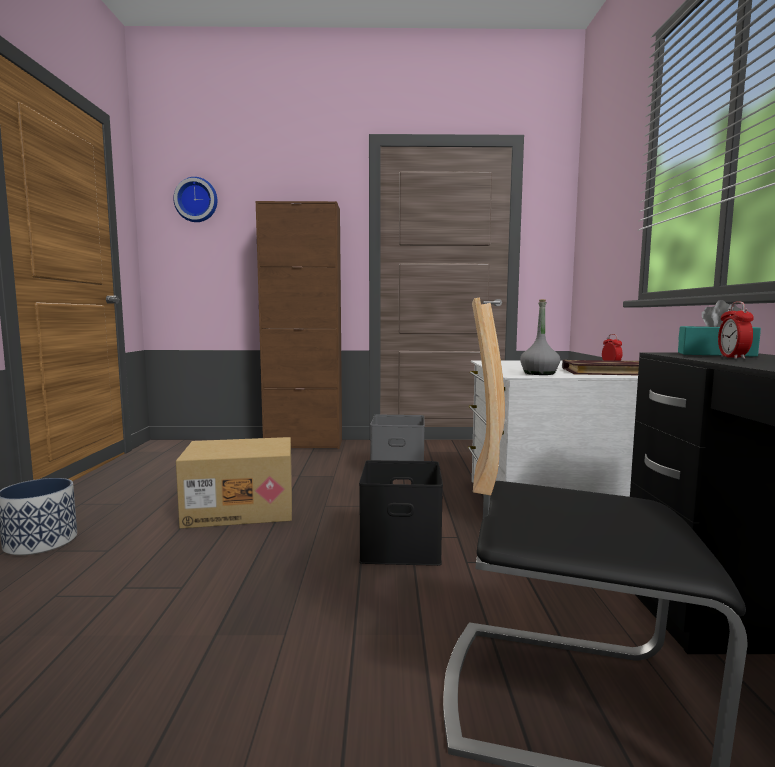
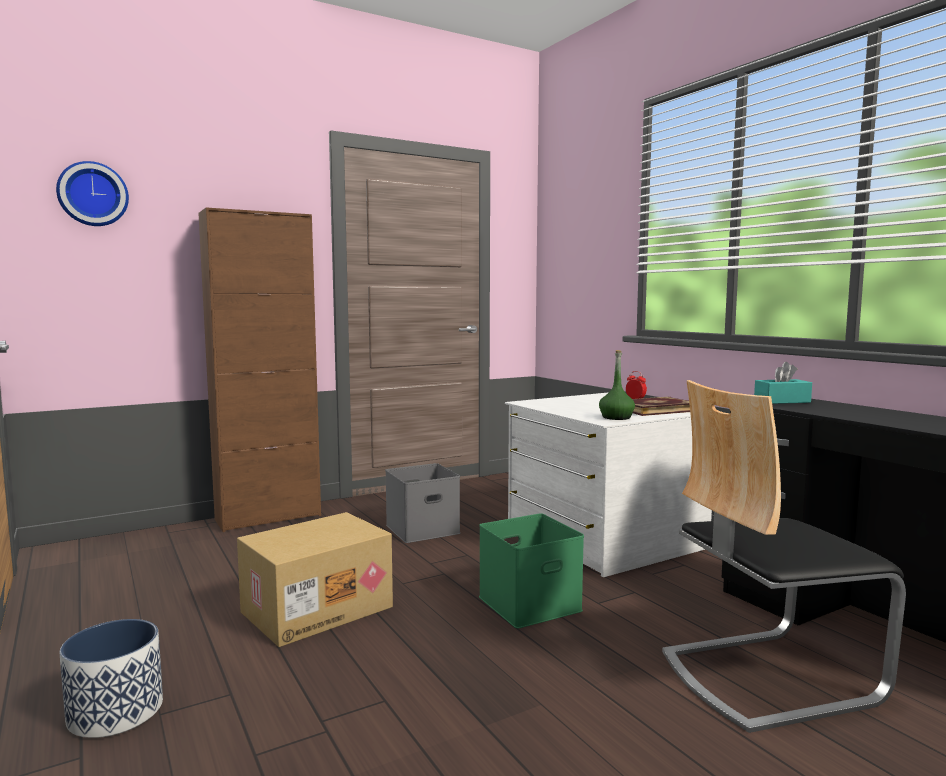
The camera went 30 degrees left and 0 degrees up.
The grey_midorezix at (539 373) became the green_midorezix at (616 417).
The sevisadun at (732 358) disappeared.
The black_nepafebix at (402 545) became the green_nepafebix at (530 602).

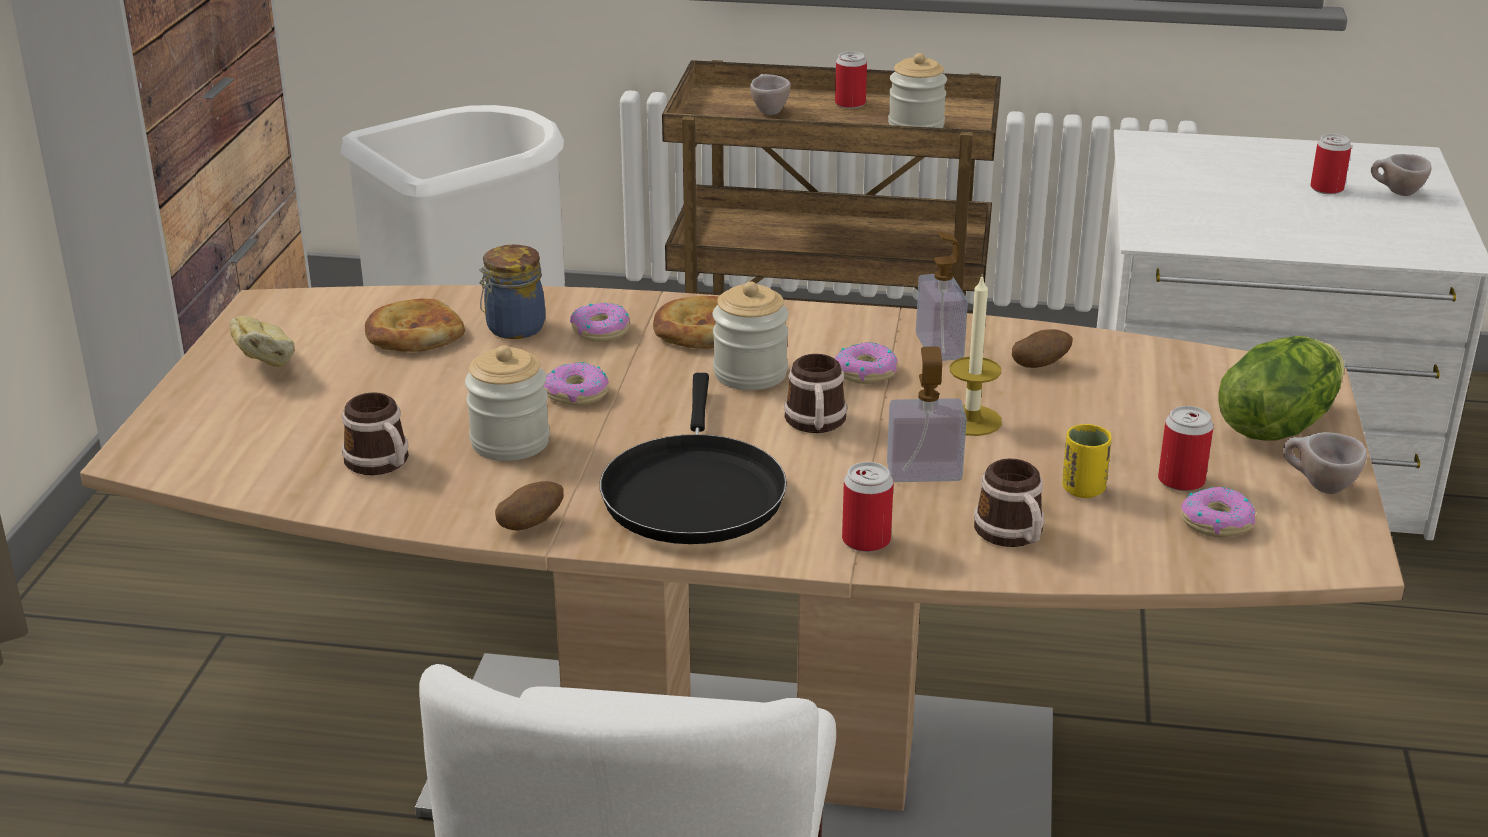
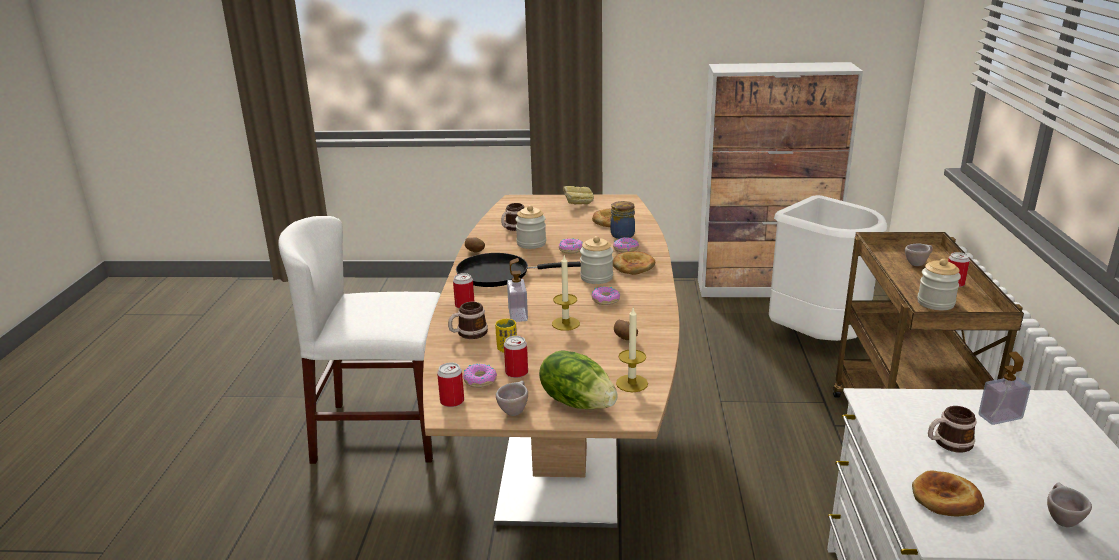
The camera went 85 degrees right and 5 degrees down.
The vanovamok moved from (1326 189) to (452 401).
The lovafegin moved from (939 346) to (1000 417).
The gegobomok moved from (816 424) to (948 443).
The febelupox at (631 383) appeared.
The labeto at (945 498) appeared.

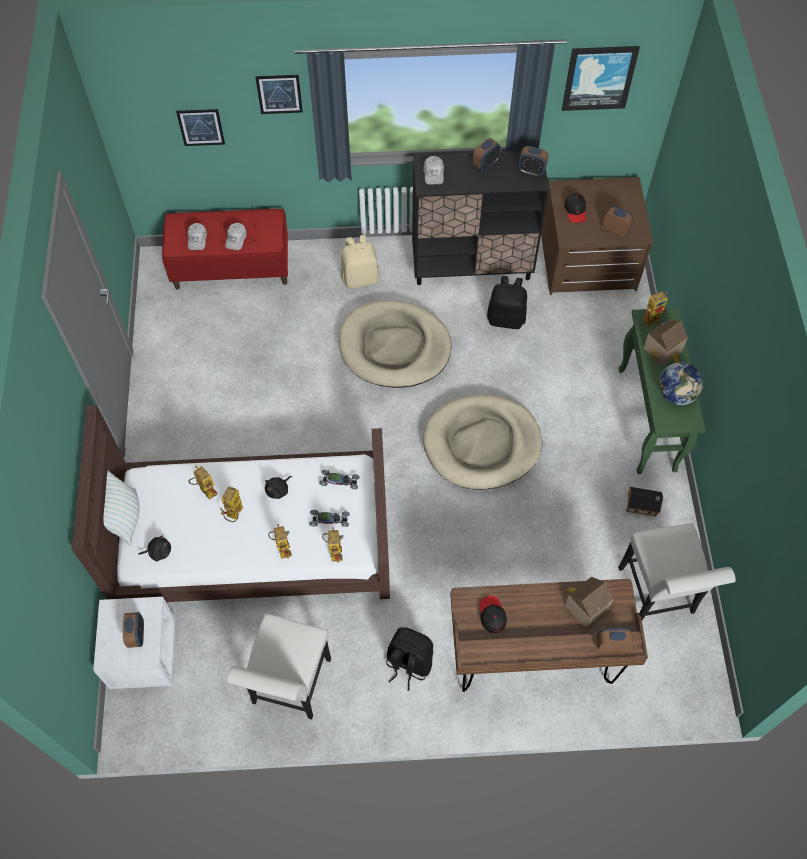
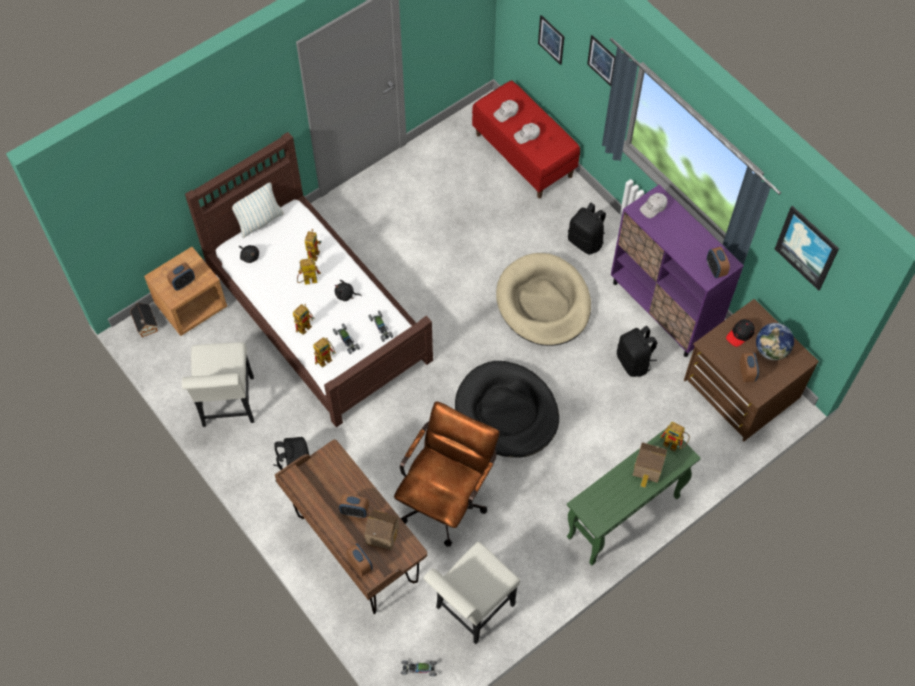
The camera went 55 degrees right and 0 degrees up.
The sevisadun moved from (485 164) to (354 511).
The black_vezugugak at (472 265) became the purple_vezugugak at (663 309).
The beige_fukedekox at (360 278) became the black_fukedekox at (586 241).
The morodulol moved from (676 394) to (771 350).
The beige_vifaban at (482 444) became the black_vifaban at (507 412).
The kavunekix moved from (643 505) to (146 325).
The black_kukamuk at (492 615) disappeared.
The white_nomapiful at (143 654) became the brown_nomapiful at (191 306).
The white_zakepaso at (289 687) turned 75 degrees counterclockwise.
The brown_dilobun at (447 497) appeared.
The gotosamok at (419 669) appeared.

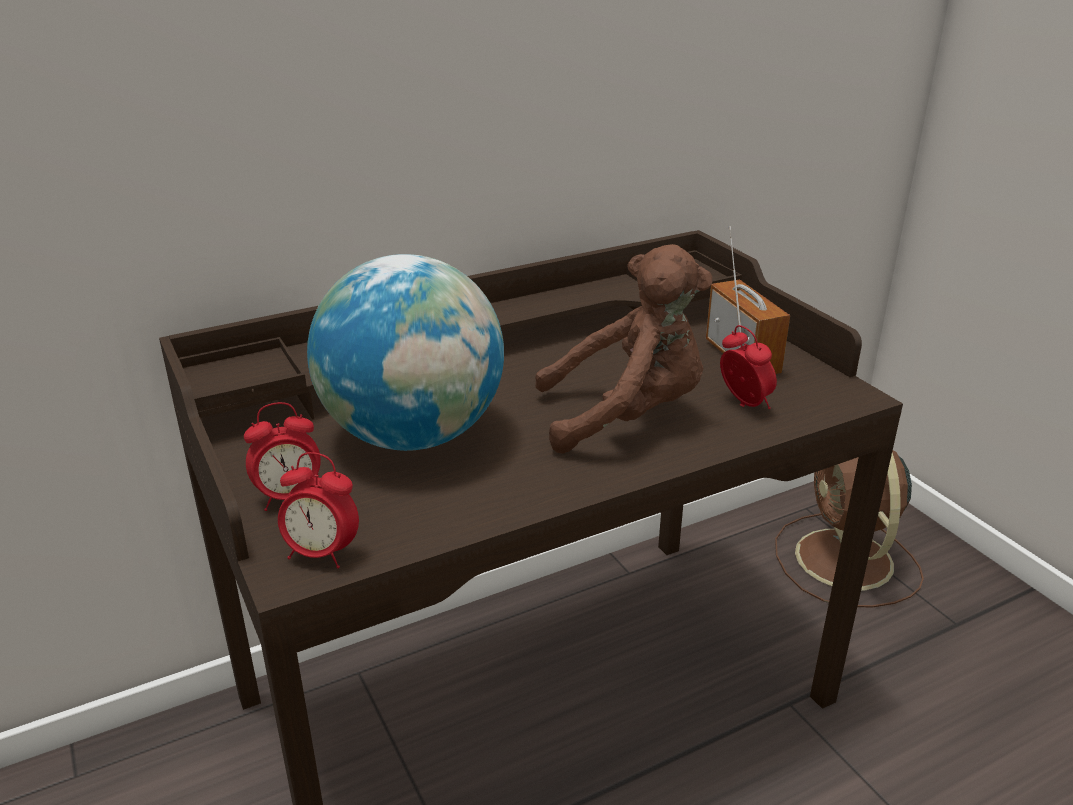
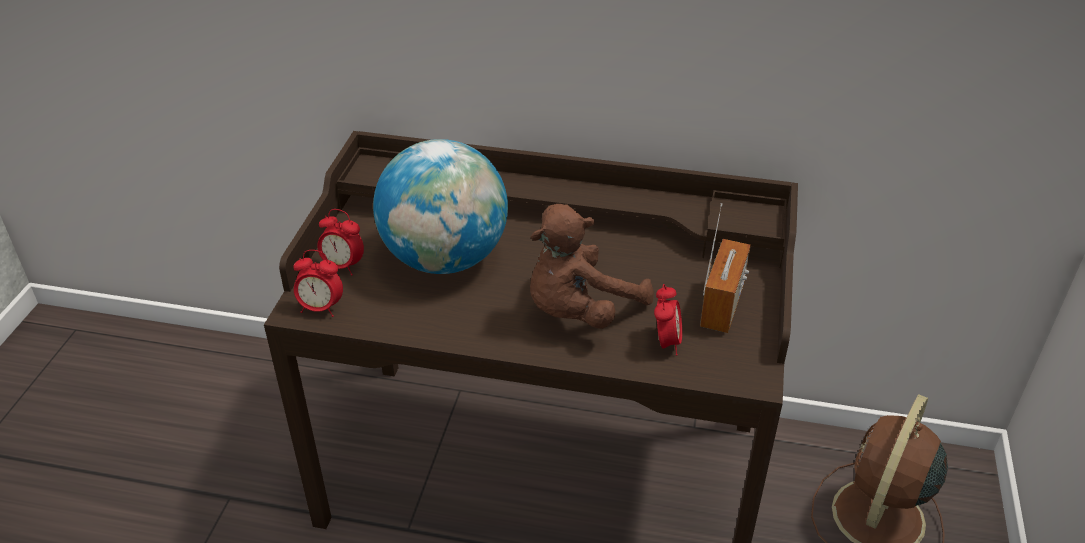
The camera went 40 degrees right and 10 degrees up.
The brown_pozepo at (627 416) turned 105 degrees clockwise.
The sevisadun at (322 554) turned 45 degrees counterclockwise.

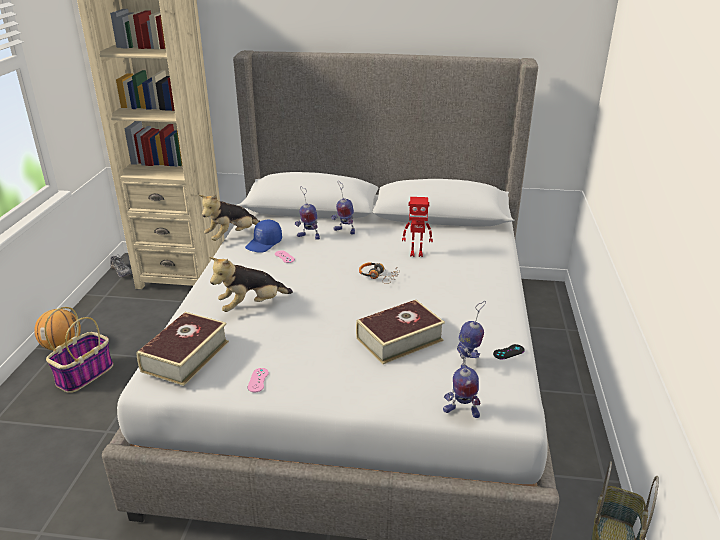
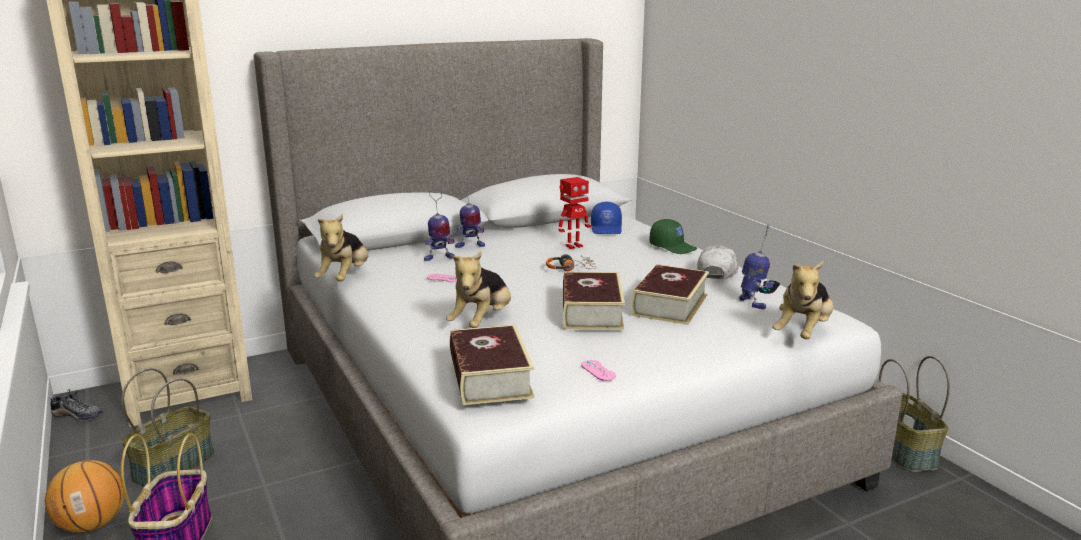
The camera went 35 degrees left and 10 degrees down.
The blue_kukamuk moved from (264 244) to (607 229).
The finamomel at (461 411) was replaced by the pozepo at (803 333).
The green_kukamuk at (673 247) appeared.
The white_kukamuk at (717 272) appeared.
The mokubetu at (591 311) appeared.
The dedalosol at (174 466) appeared.

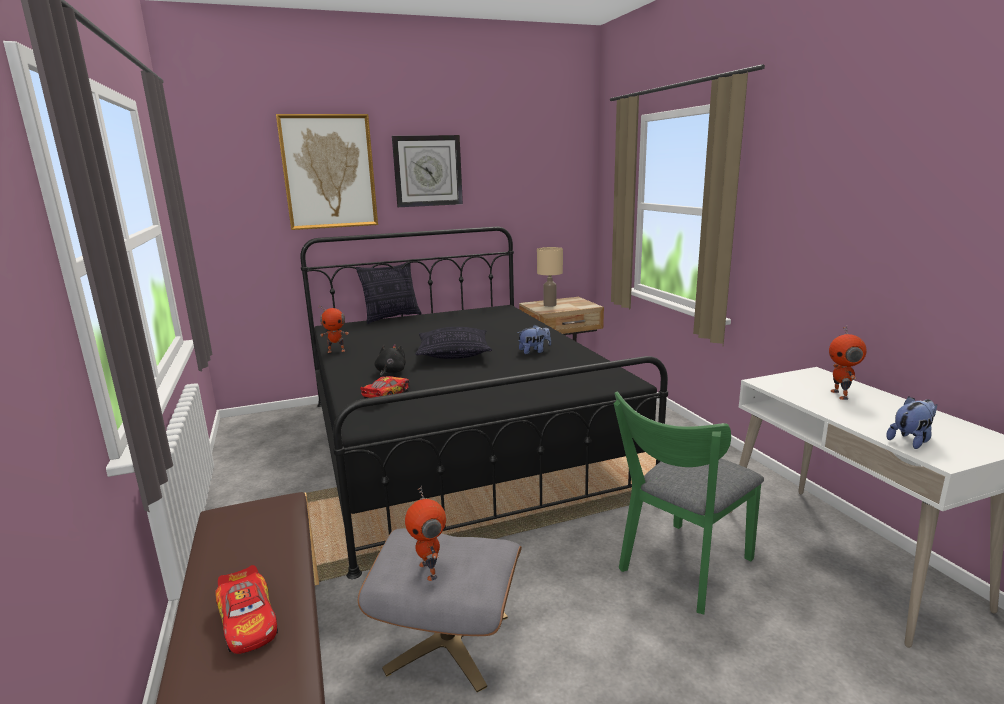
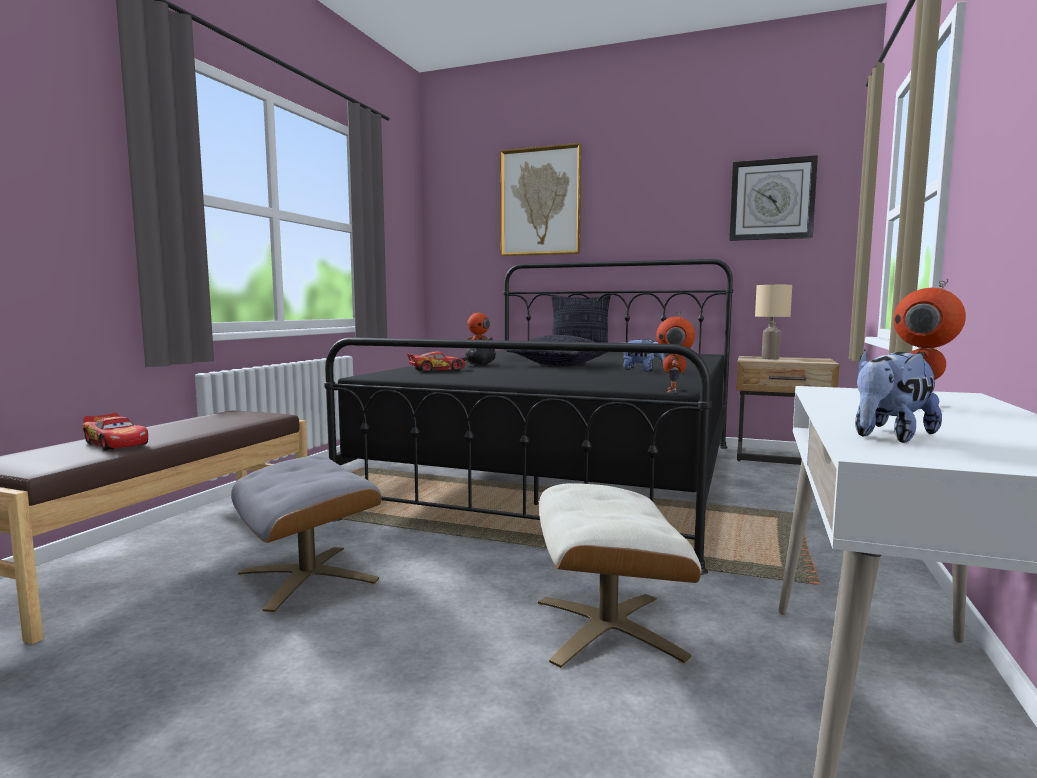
The camera went 40 degrees right and 10 degrees down.
The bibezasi moved from (427 171) to (772 199).
The green_zakepaso at (681 569) was replaced by the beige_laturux at (606 628).
The pozepo at (911 440) turned 135 degrees clockwise.
The finamomel moved from (430 570) to (674 390).
The gotosamok at (249 621) turned 60 degrees counterclockwise.

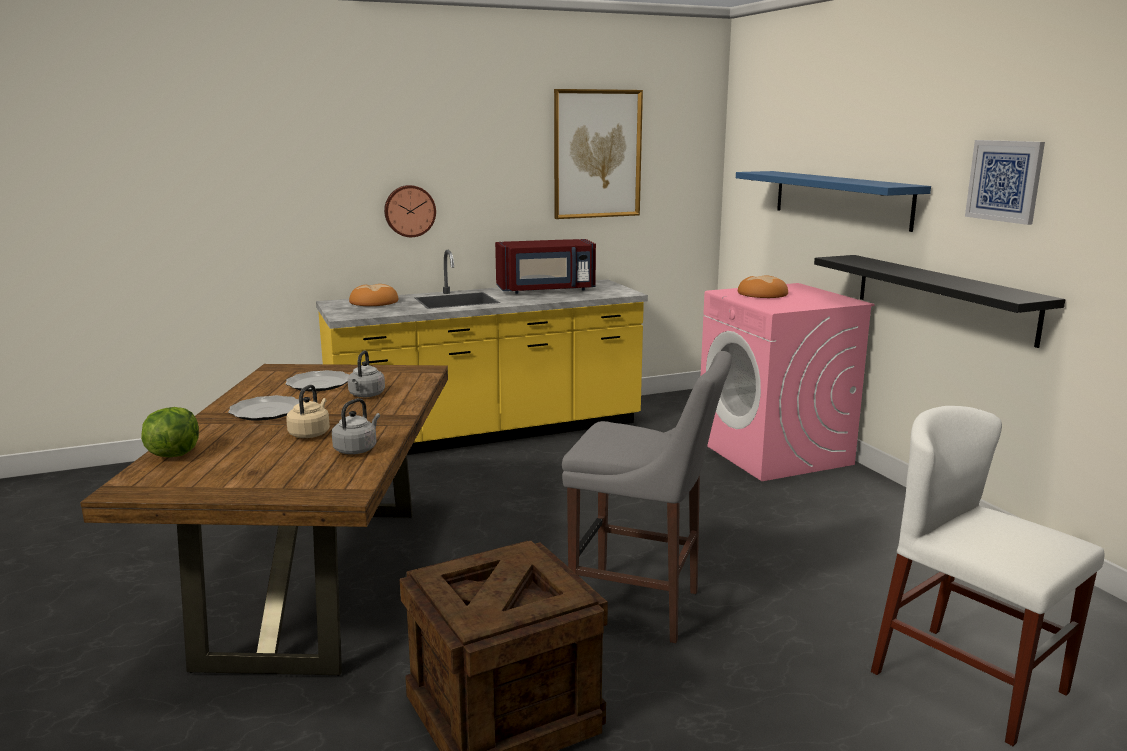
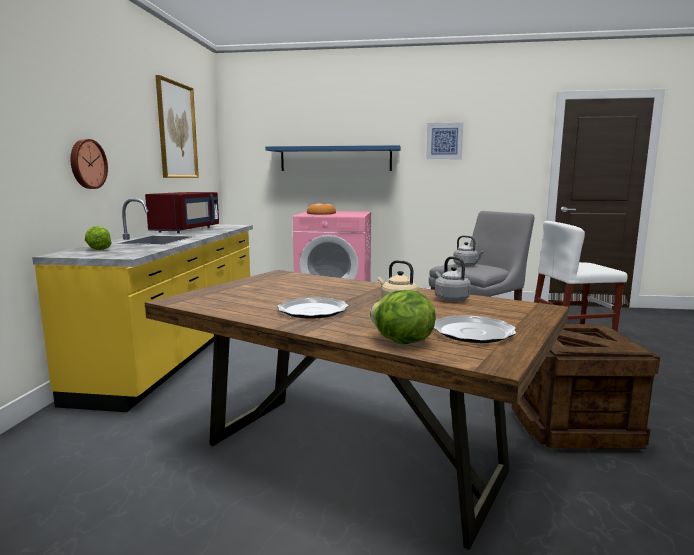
The camera went 60 degrees left and 5 degrees down.
The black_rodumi at (942 297) disappeared.
The labeto at (373 302) was replaced by the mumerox at (98 249).
The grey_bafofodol moved from (366 395) to (466 265).
The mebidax moved from (319 384) to (473 332).

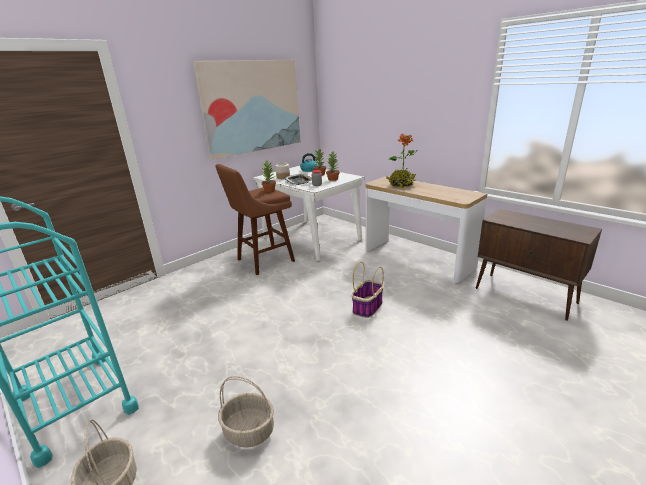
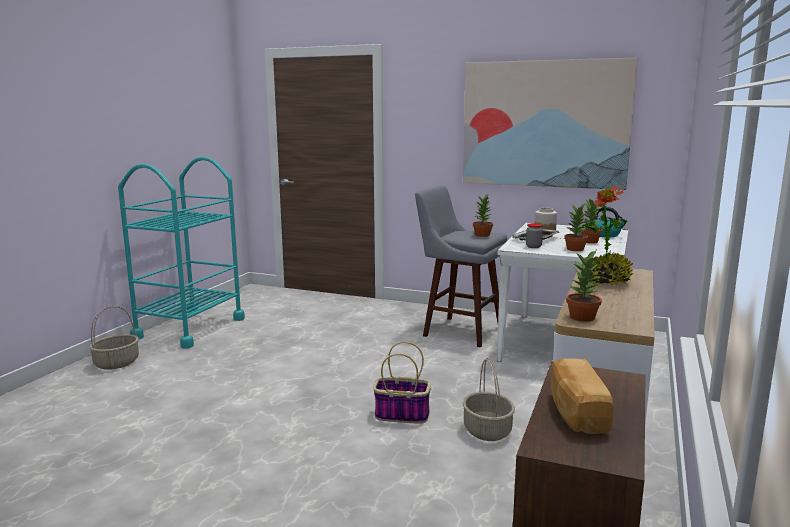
The camera went 65 degrees right and 10 degrees down.
The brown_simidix at (263 261) became the grey_simidix at (459 331).
The dedalosol moved from (250 431) to (488 431).
The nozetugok at (583 317) appeared.
The labeto at (576 413) appeared.

